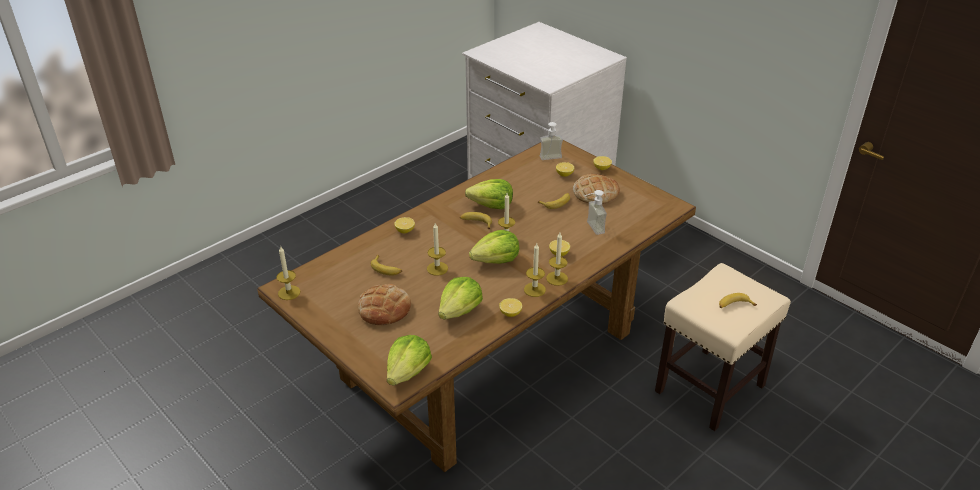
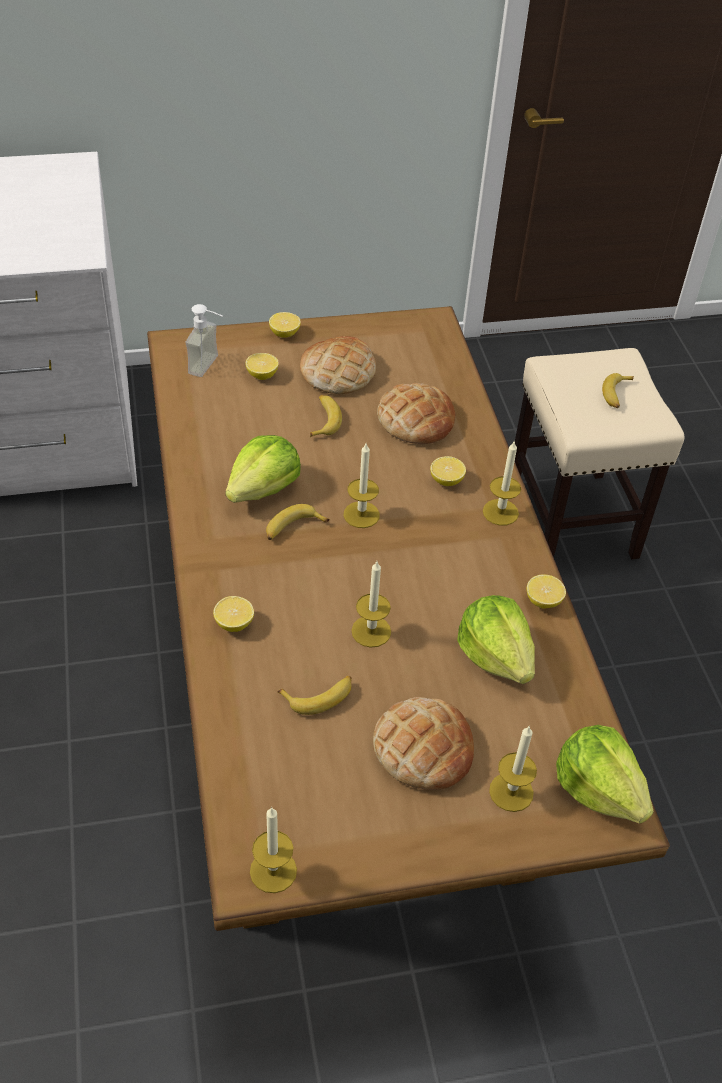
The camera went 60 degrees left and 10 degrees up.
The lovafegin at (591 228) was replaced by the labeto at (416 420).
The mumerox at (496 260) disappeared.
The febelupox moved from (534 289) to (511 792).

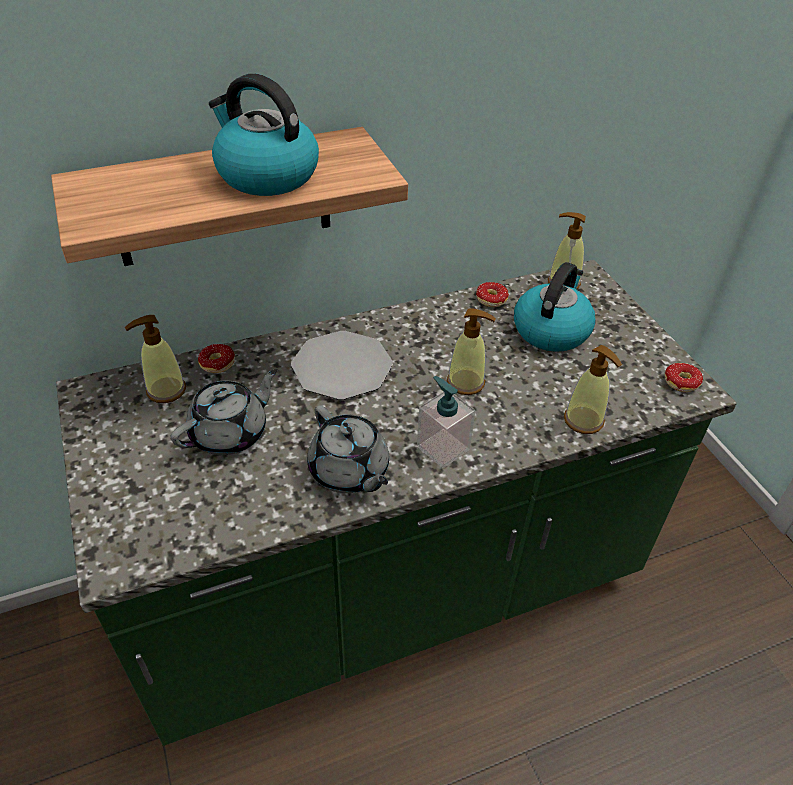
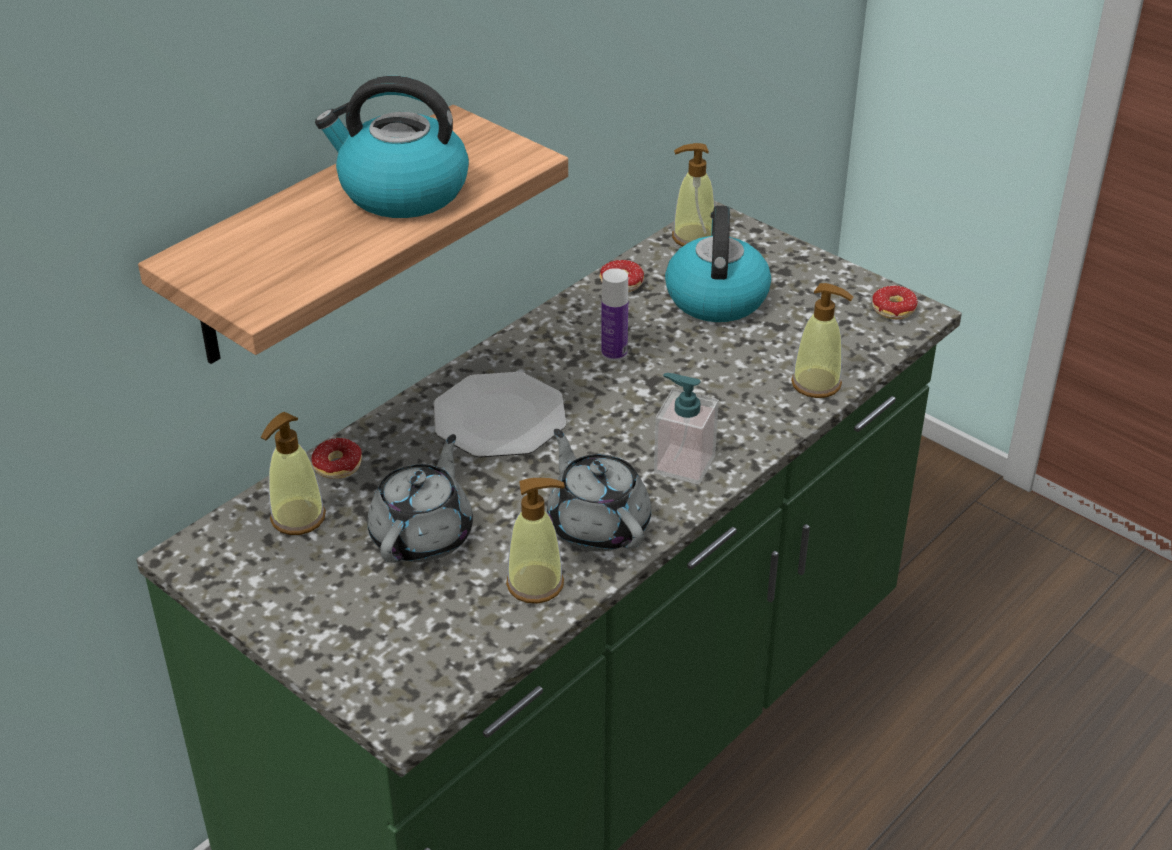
The camera went 25 degrees left and 5 degrees down.
The lovafegin moved from (466 382) to (536 584).
The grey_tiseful at (349 471) turned 150 degrees counterclockwise.
The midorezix at (614 353) appeared.

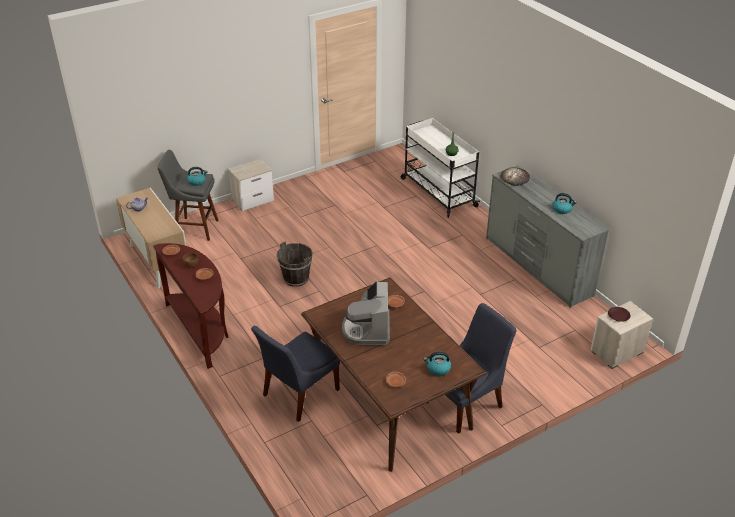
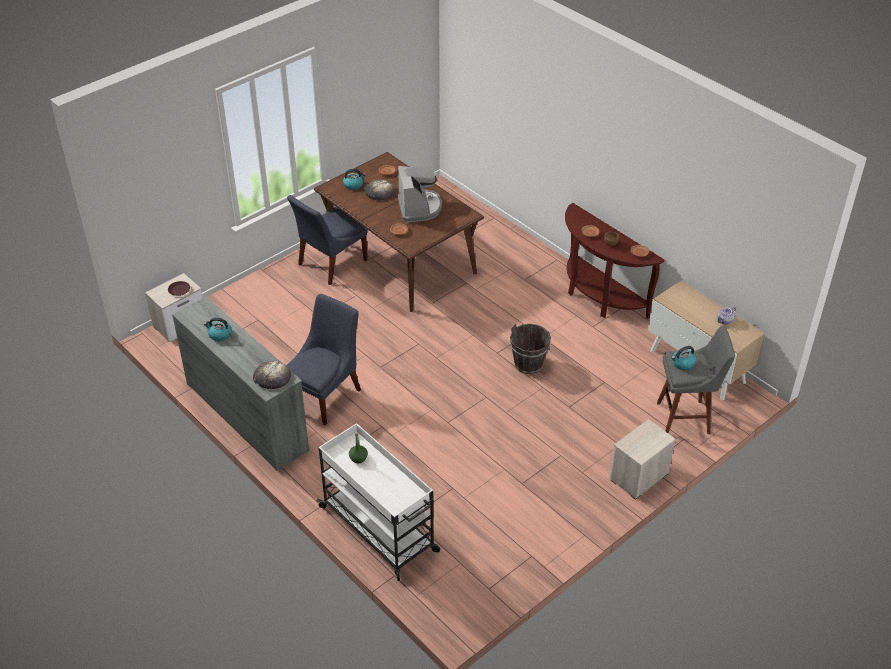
The camera went 170 degrees right and 5 degrees up.
The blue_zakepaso moved from (298 394) to (325 395).
The labeto at (379 192) appeared.

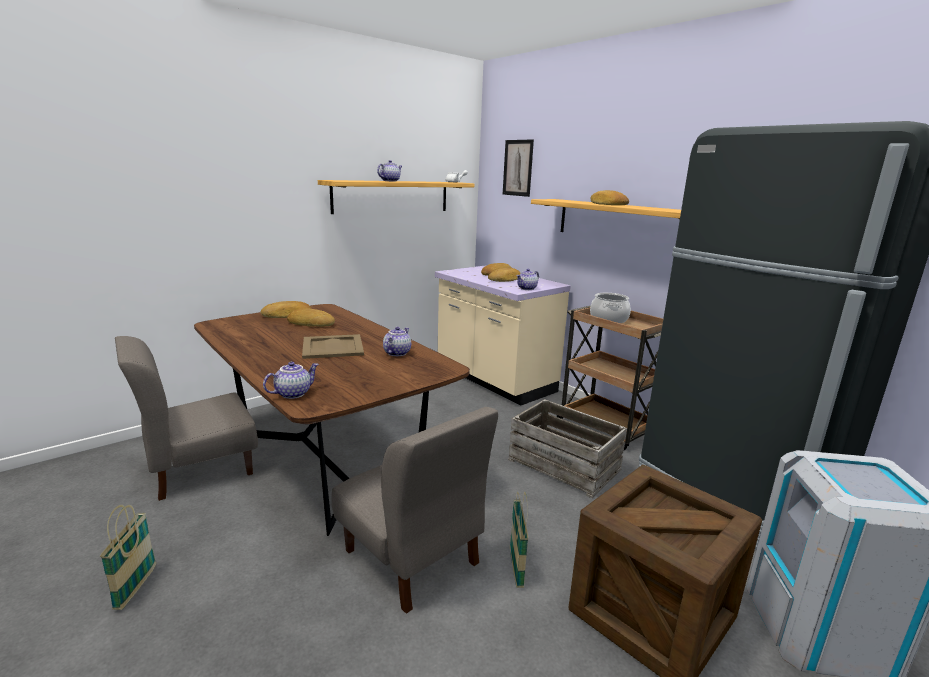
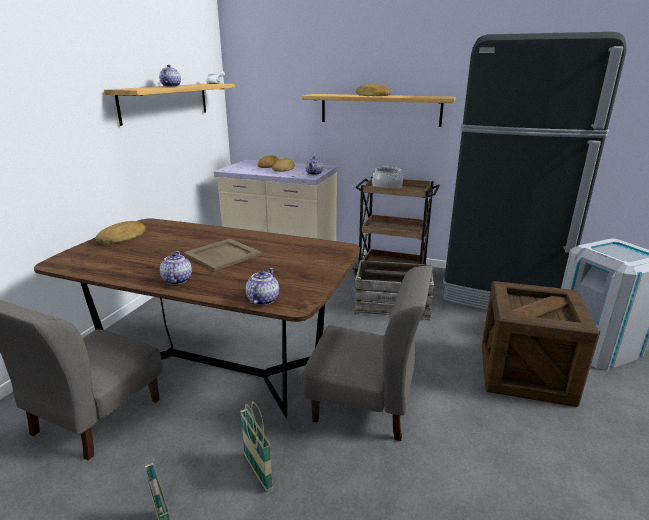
The camera went 30 degrees left and 5 degrees up.
The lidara at (518 168) disappeared.
The labeto at (311 323) disappeared.
The tiseful moved from (396 353) to (176 280).
The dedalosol moved from (516 568) to (258 472).

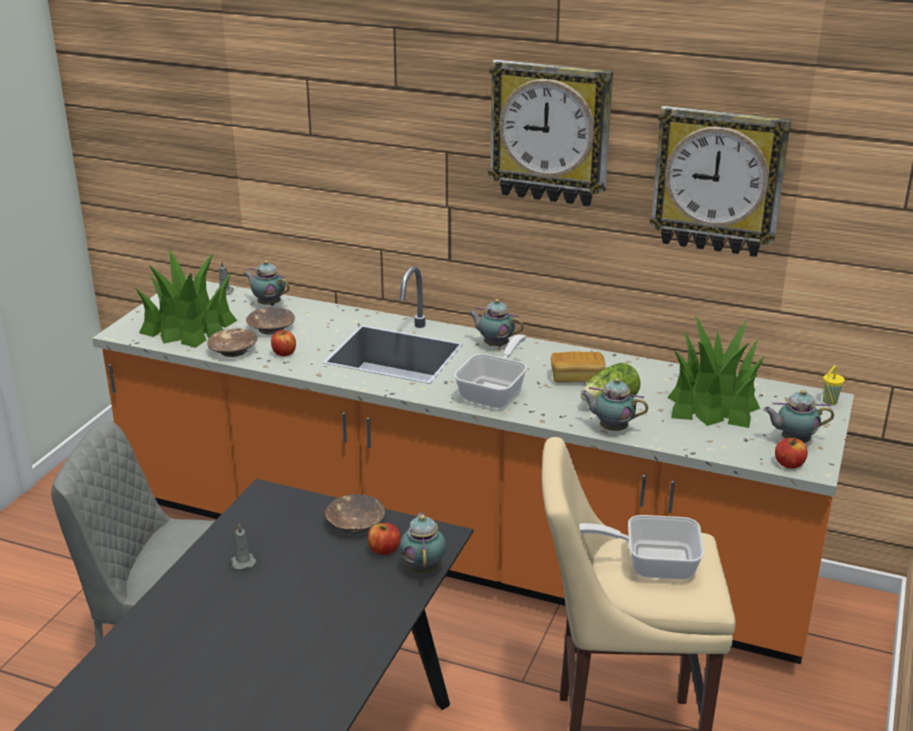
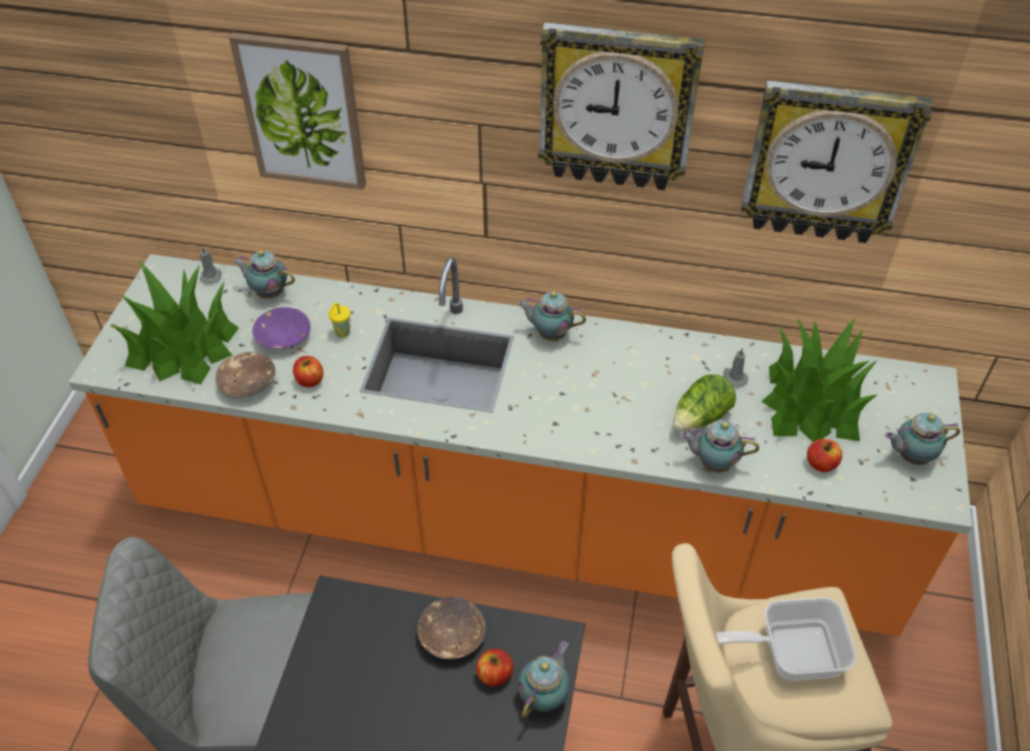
The camera went 10 degrees left and 20 degrees up.
The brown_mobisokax at (270 328) became the purple_mobisokax at (282 337).
The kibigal at (495 392) disappeared.
The labeto at (577 378) disappeared.
The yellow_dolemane moved from (829 402) to (341 333).
The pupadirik moved from (789 464) to (821 464).
The tiseful at (423 567) turned 45 degrees clockwise.
The grey_febelupox moved from (243 562) to (734 378).
The lidara at (302 112) appeared.

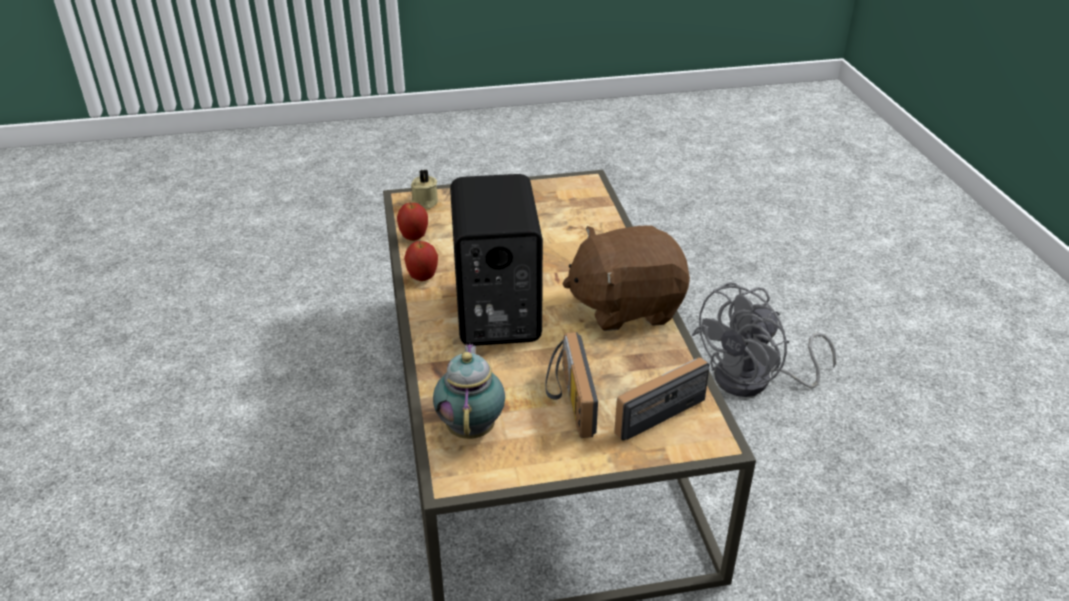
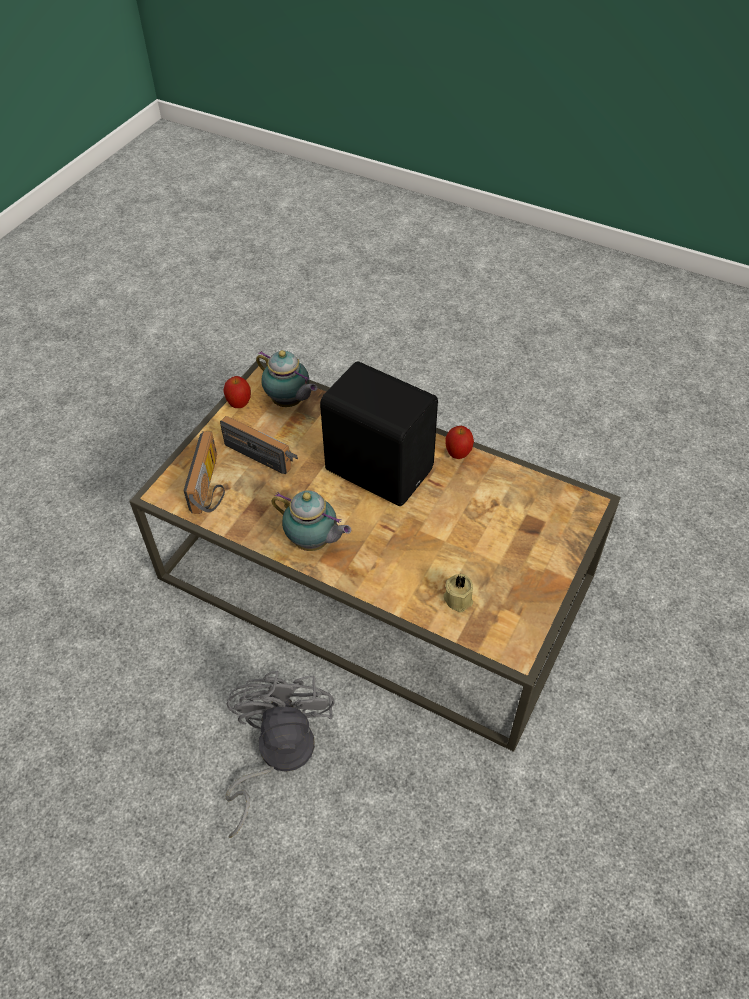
The camera went 130 degrees right and 15 degrees up.
The beige_febelupox moved from (424 202) to (458 598).
The pupadirik moved from (414 238) to (239 404).
The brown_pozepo at (626 306) was replaced by the tiseful at (313 542).

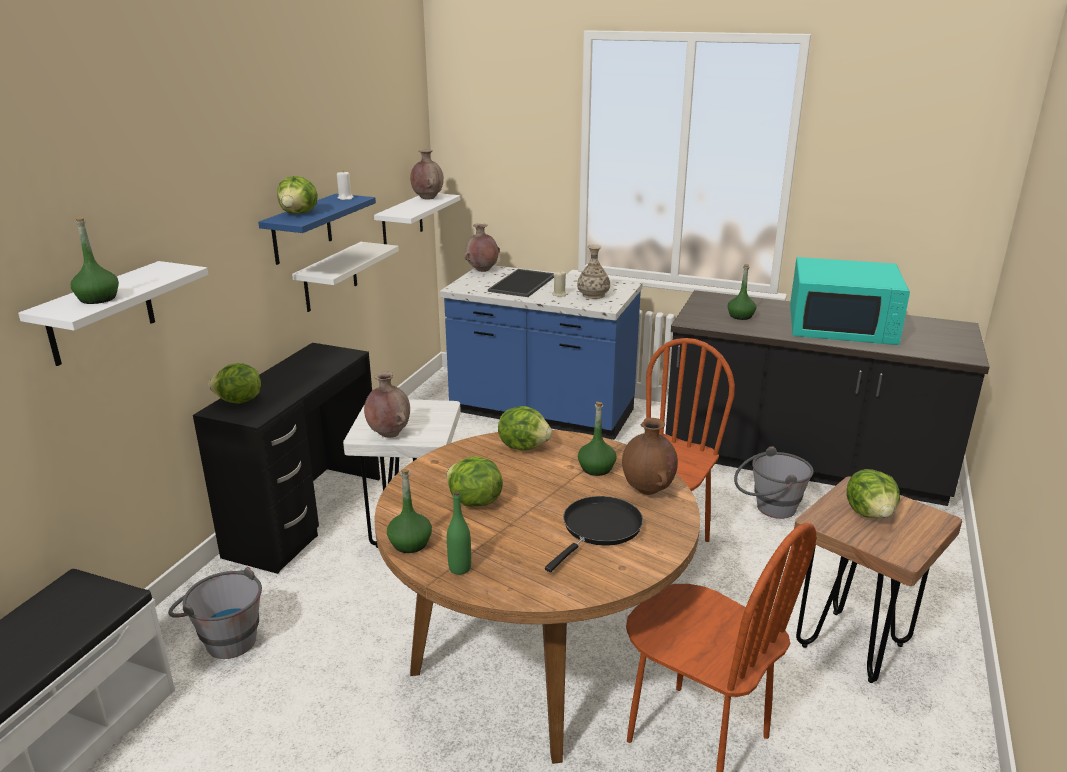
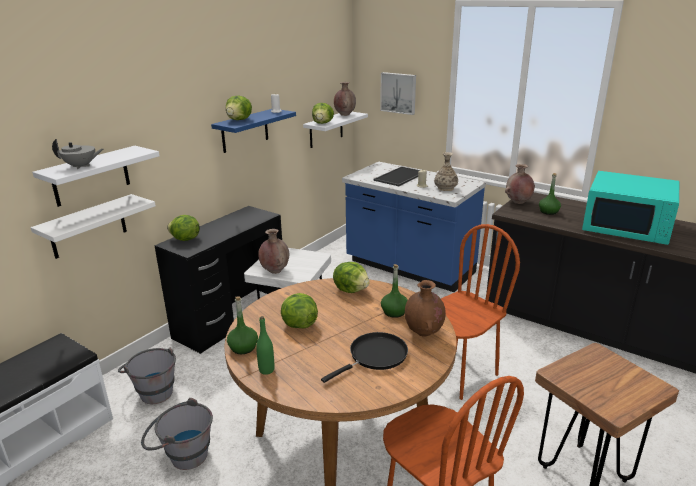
The camera went 15 degrees right and 0 degrees up.
The green_midorezix at (98 299) was replaced by the grey_tiseful at (81 166).
The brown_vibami moved from (482 270) to (518 202).
The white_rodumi moved from (330 277) to (88 227).
The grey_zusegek moved from (768 509) to (182 455).
The mumerox moved from (870 513) to (323 123).
The lidara at (398 93) appeared.

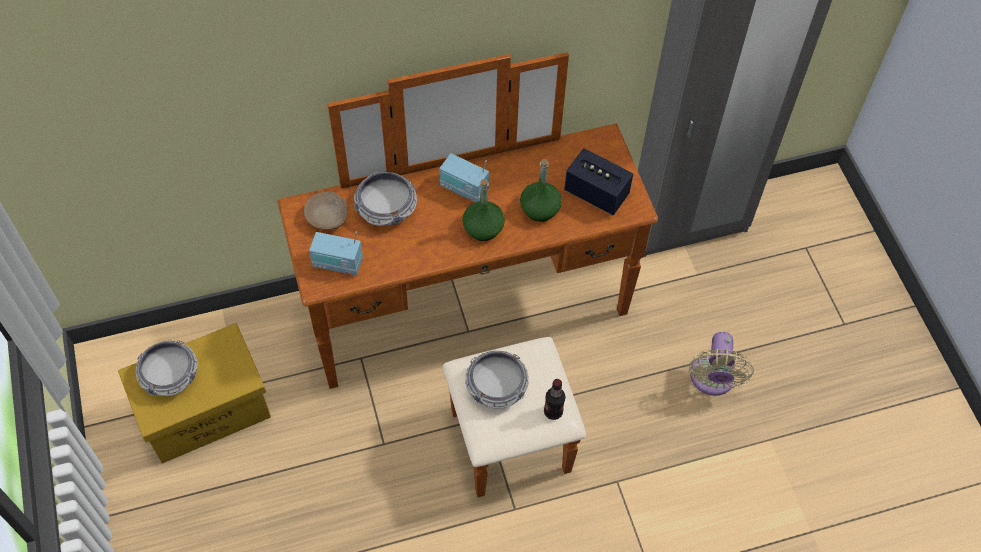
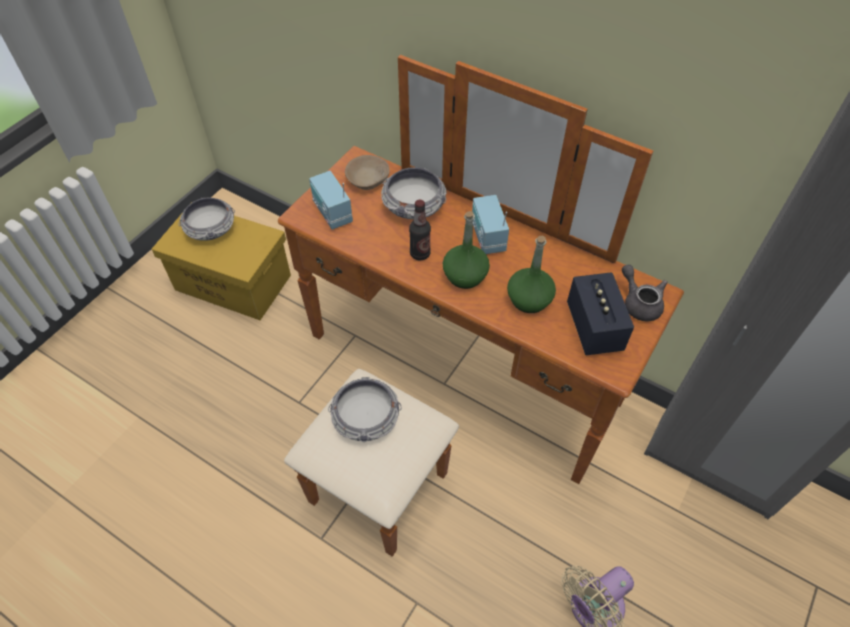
The camera went 50 degrees right and 5 degrees down.
The midorezix moved from (553 412) to (420 254).
The grey_tiseful at (639 303) appeared.

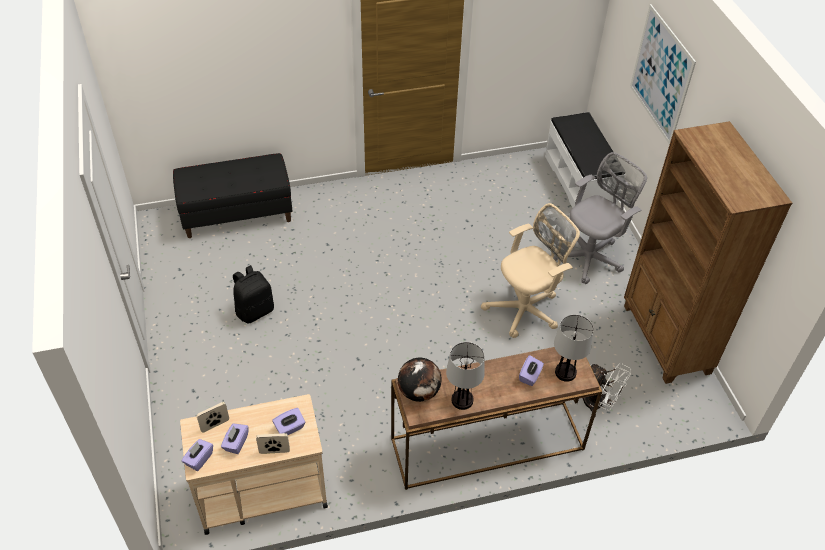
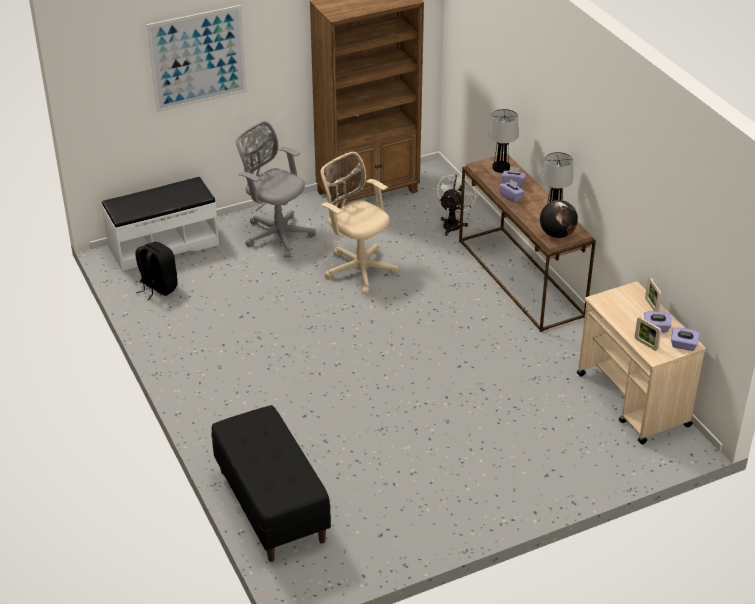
The camera went 100 degrees left and 10 degrees down.
The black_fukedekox moved from (255 310) to (157 288).
The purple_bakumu moved from (290 428) to (511 197).

